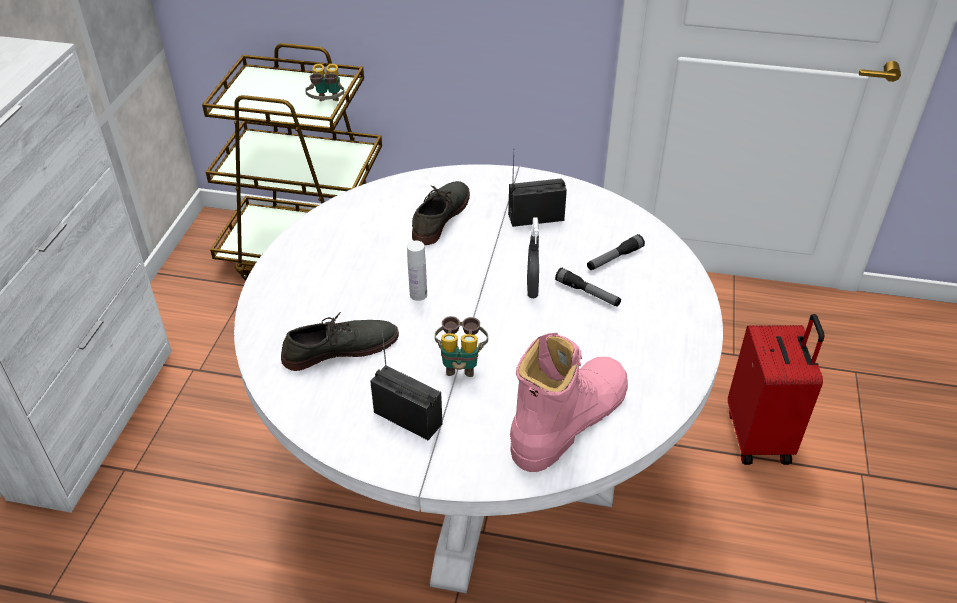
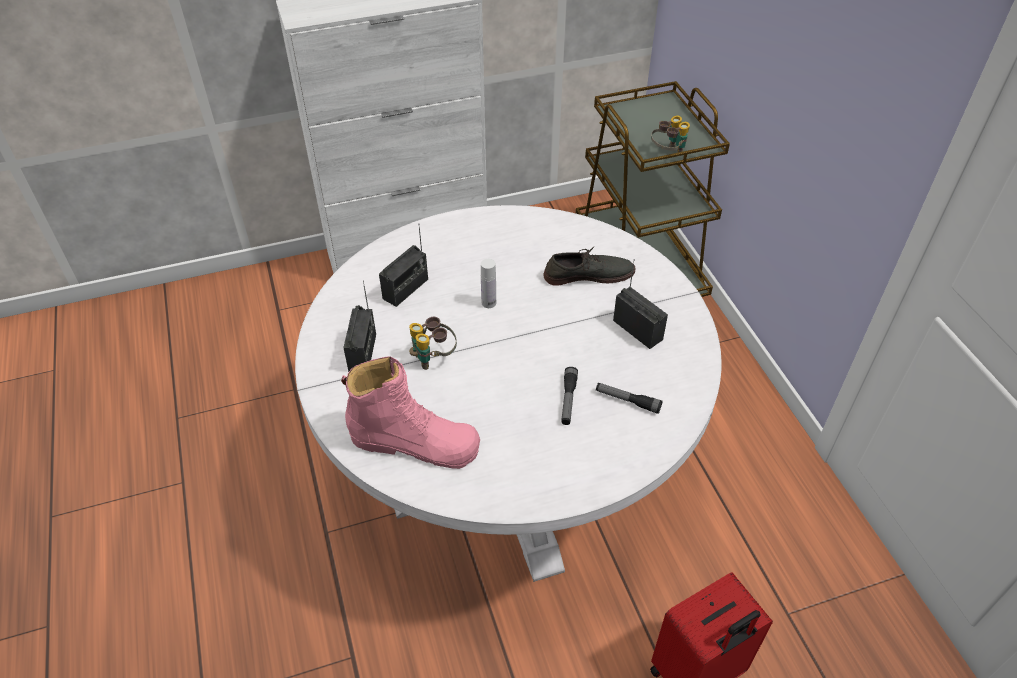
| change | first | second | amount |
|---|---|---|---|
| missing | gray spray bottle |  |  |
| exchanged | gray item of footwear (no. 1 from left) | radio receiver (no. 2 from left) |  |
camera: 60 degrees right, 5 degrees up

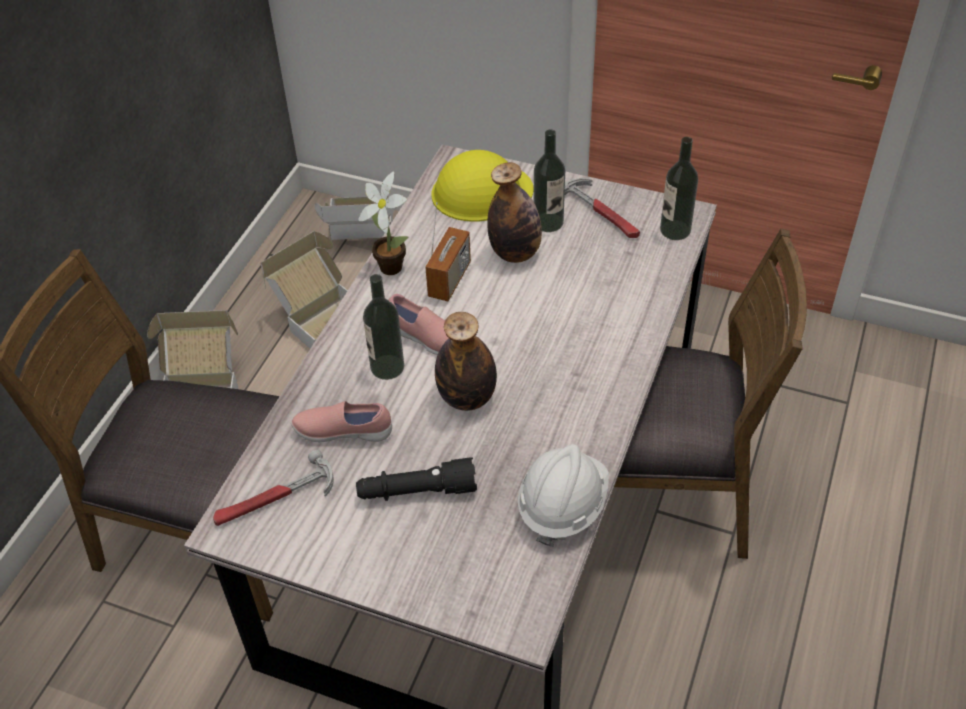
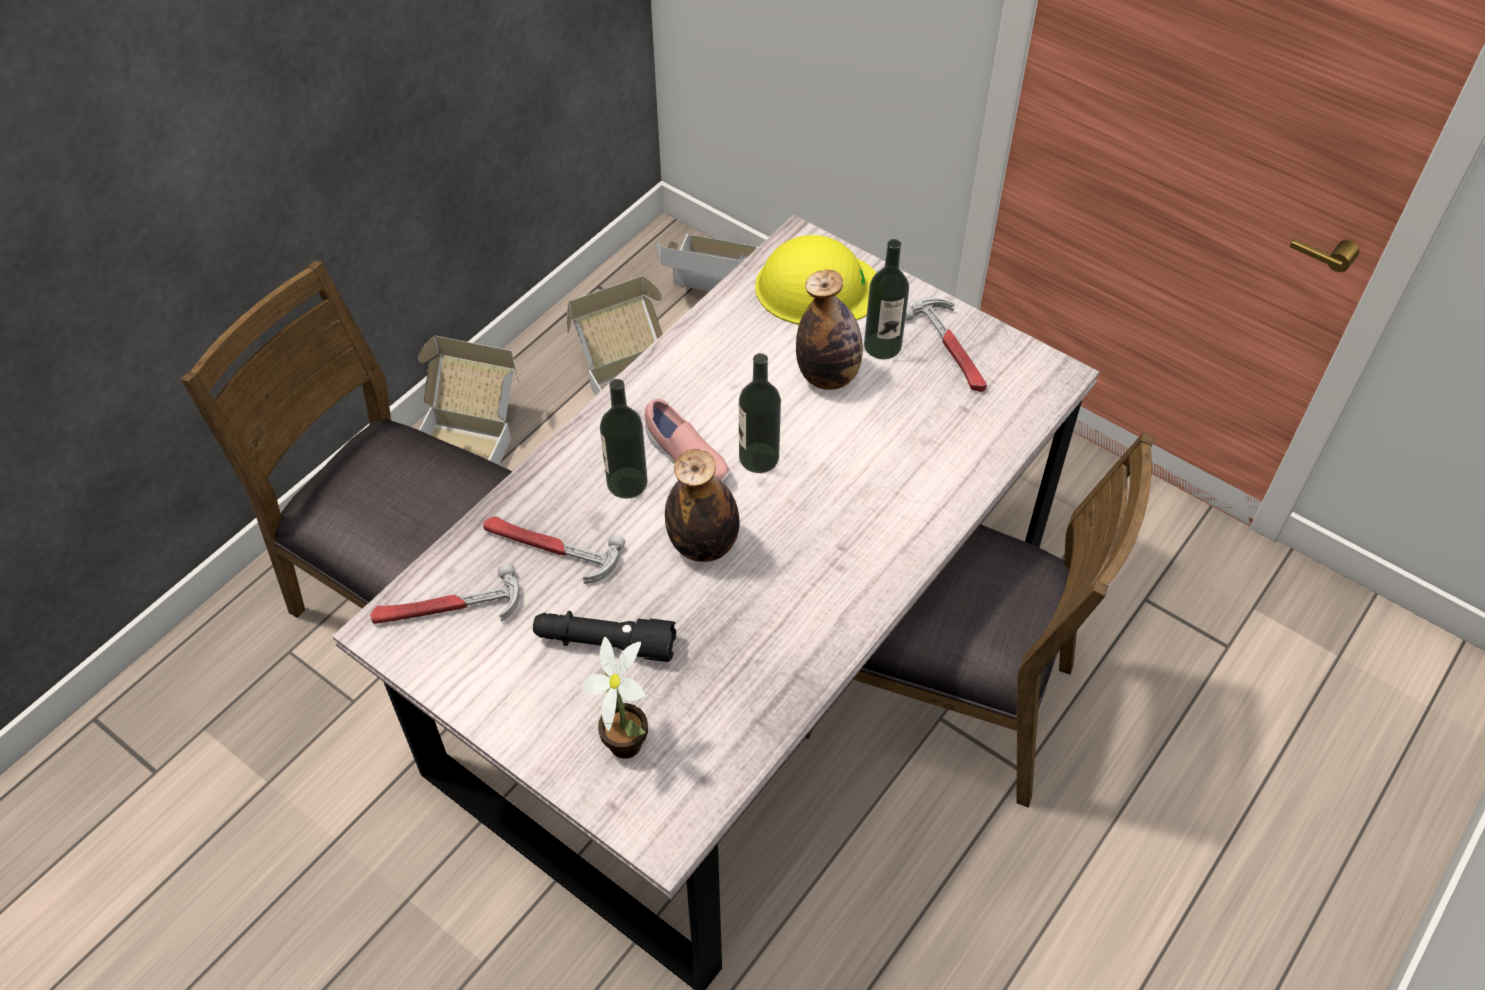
| change | first | second | amount |
|---|---|---|---|
| missing | radio receiver |  |  |
| missing | white work helmet |  |  |
| relocated | plant in a pot |  |  |
| relocated | beverage bottle (no. 5 from left in the first image) | beverage bottle (no. 3 from left) |  |
| exchanged | pinkish item of footwear (no. 1 from left) | hand hammer (no. 2 from left) |  |
camera: 15 degrees right, 5 degrees up

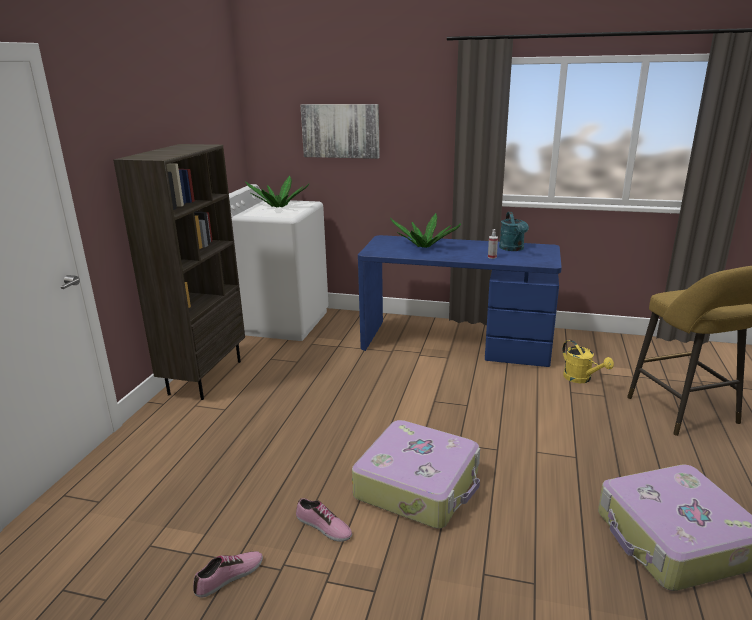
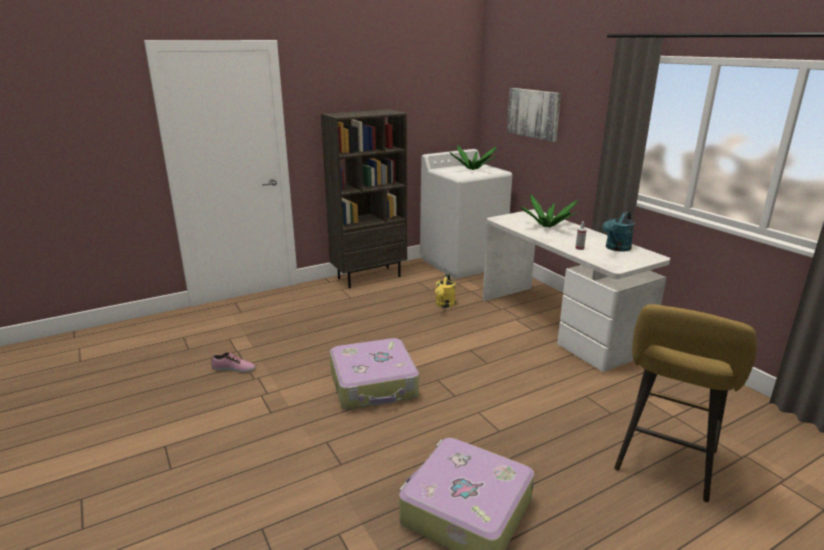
| change | first | second | amount |
|---|---|---|---|
| missing | item of footwear (no. 2 from left) |  |  |
| relocated | yellow watering pot |  |  |
| colour | bluish desk unit | white desk unit |  |
camera: 45 degrees right, 0 degrees up

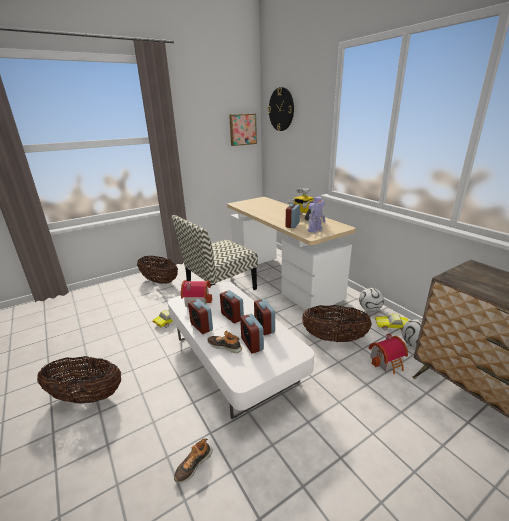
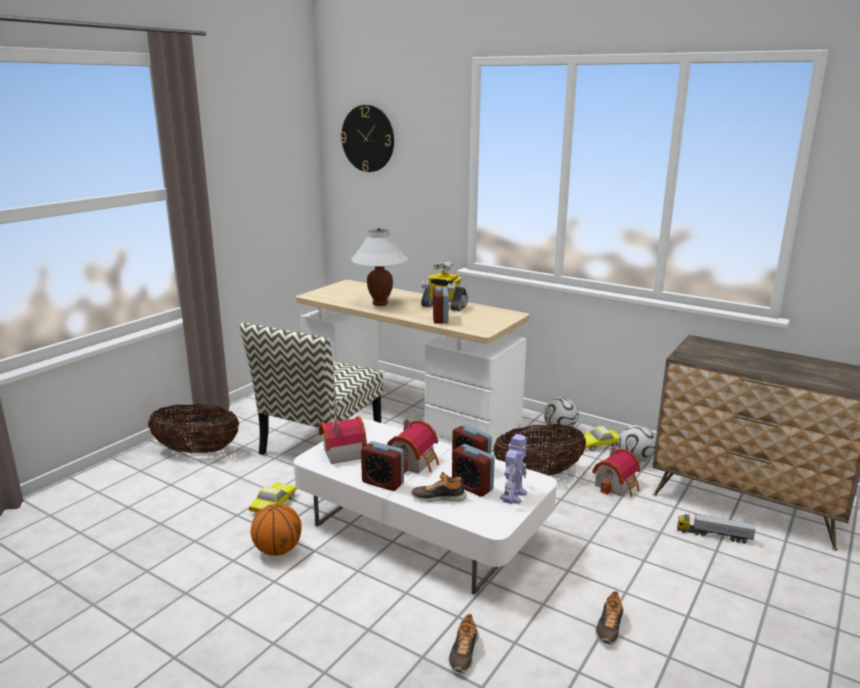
| change | first | second | amount |
|---|---|---|---|
| missing | household basket (no. 1 from left) |  |  |
| missing | wall art |  |  |
| appeared |  | ball for basketball |  |
| appeared |  | white tabletop lamp |  |
| appeared |  | item of footwear (no. 3 from left) |  |
| appeared |  | model truck |  |
| relocated | toy robot (no. 2 from left) |  |  |
| exchanged | table clock (no. 2 from left) | toy house (no. 2 from left) |  |
camera: 25 degrees left, 5 degrees down

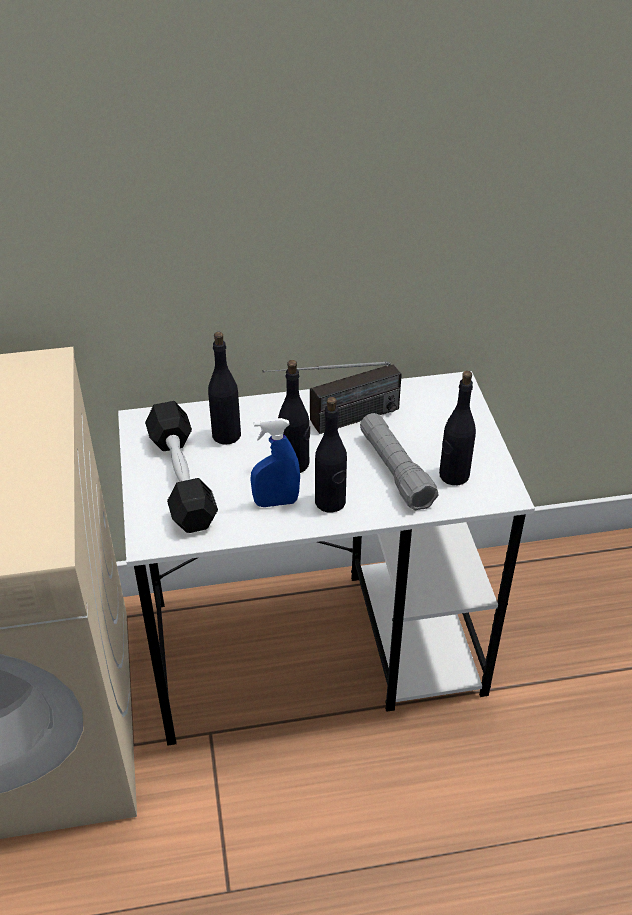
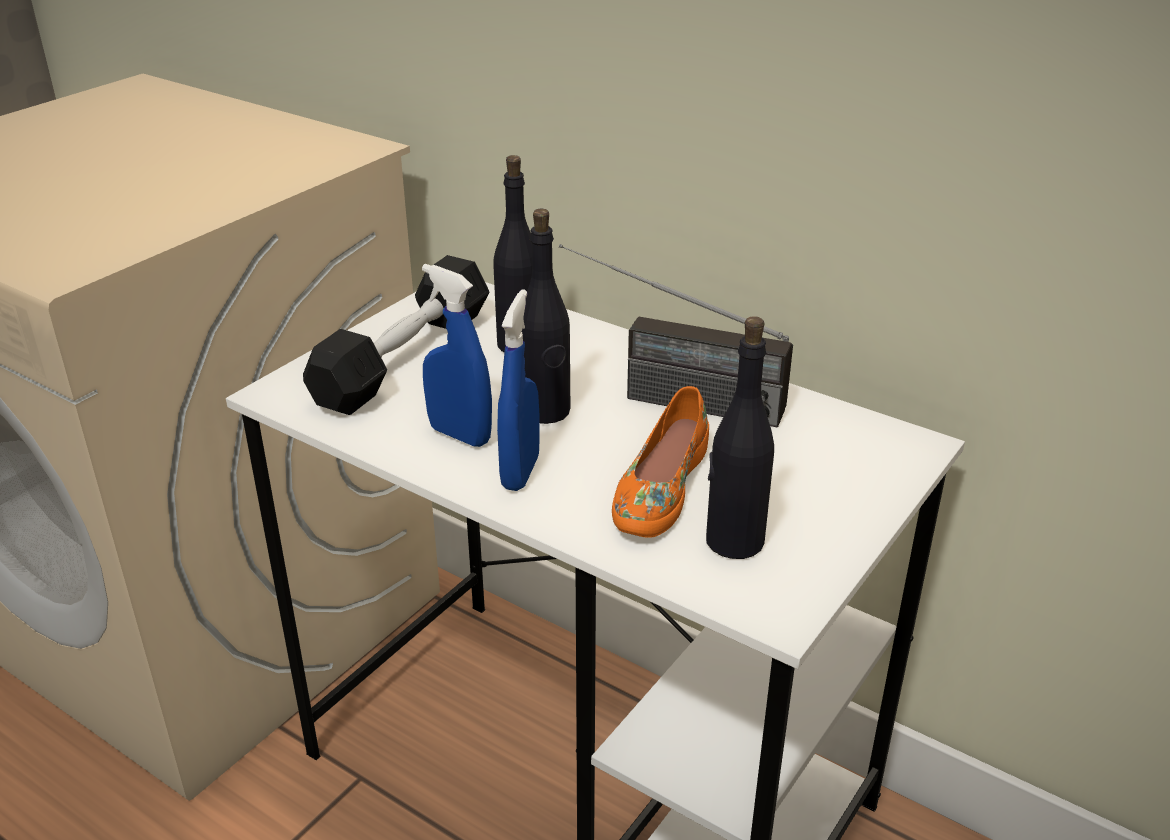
| change | first | second | amount |
|---|---|---|---|
| exchanged | black-coloured beverage bottle (no. 3 from left) | bluish spray bottle (no. 2 from left) |  |
| exchanged | gray hand torch | orange-coloured item of footwear |  |
camera: 45 degrees right, 10 degrees down

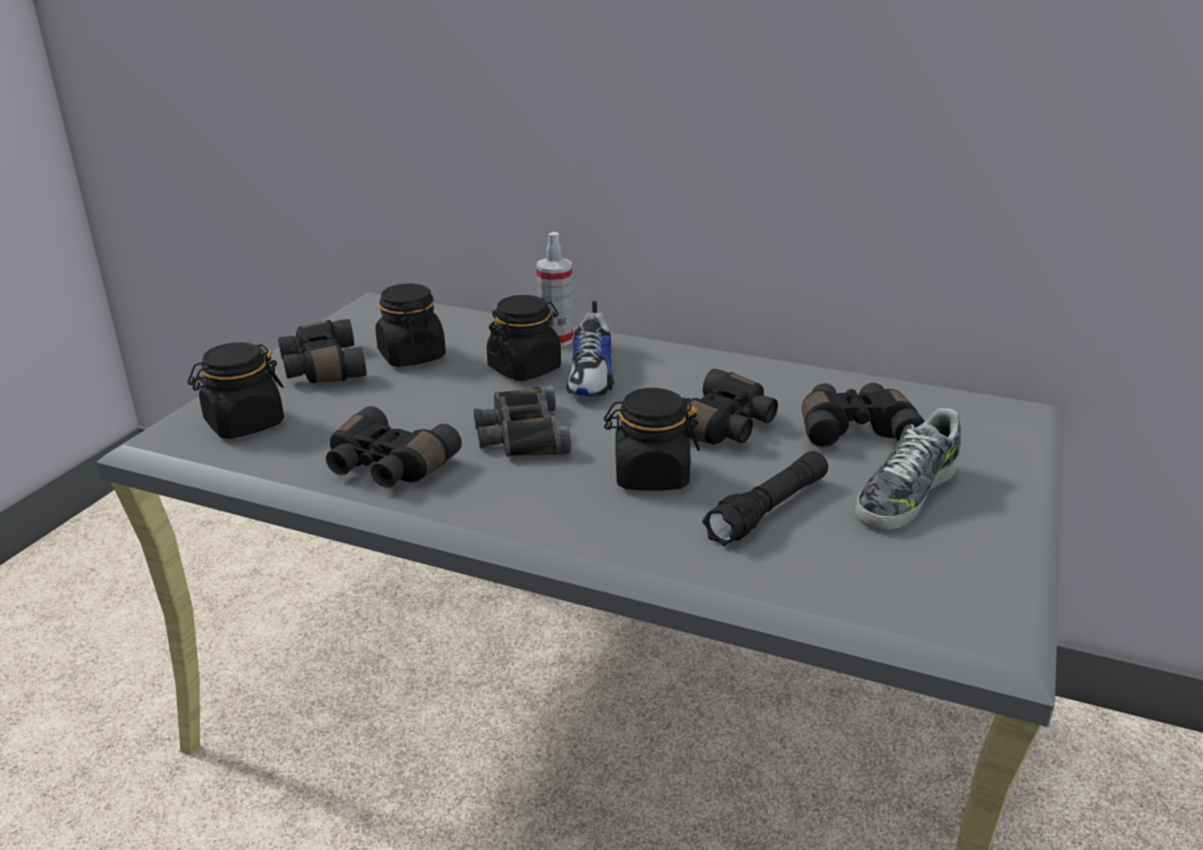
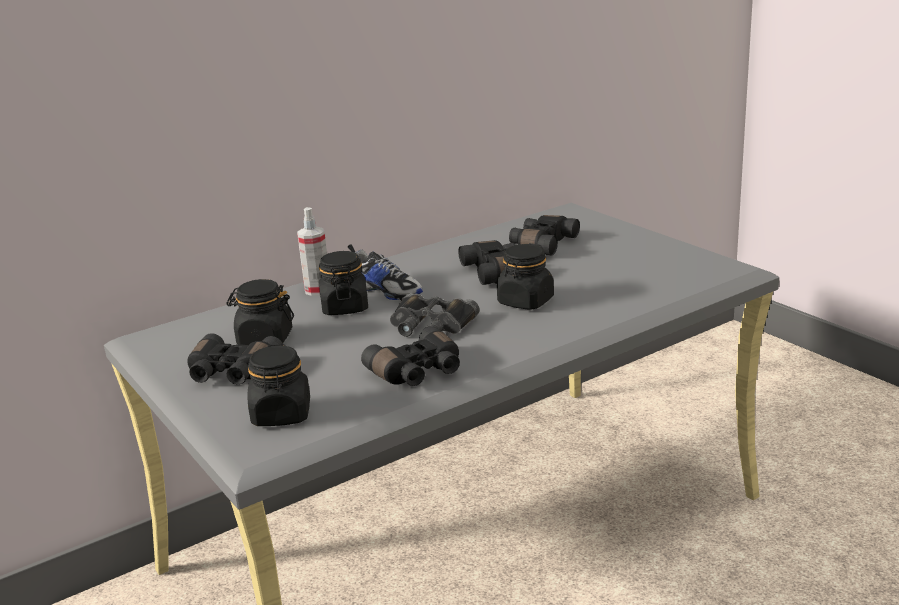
| change | first | second | amount |
|---|---|---|---|
| missing | black-coloured hand torch |  |  |
| missing | item of footwear (no. 2 from left) |  |  |
camera: 55 degrees left, 5 degrees down

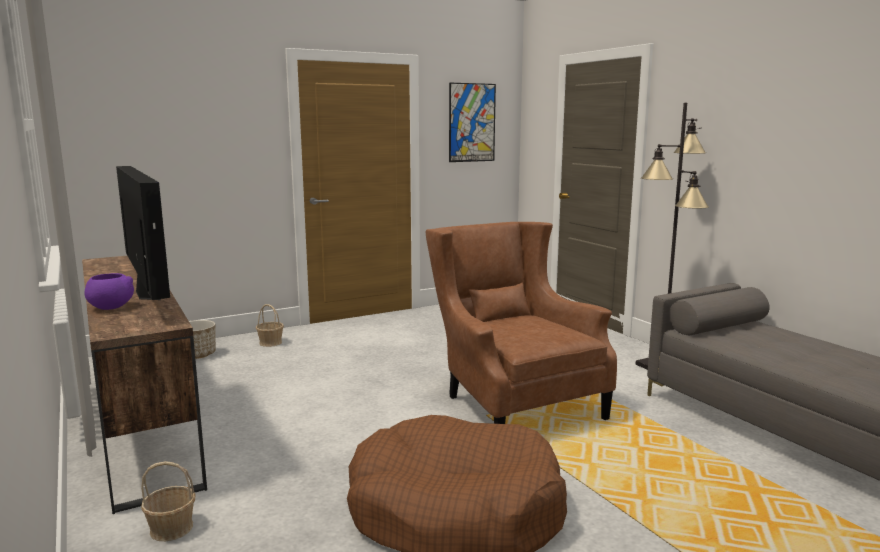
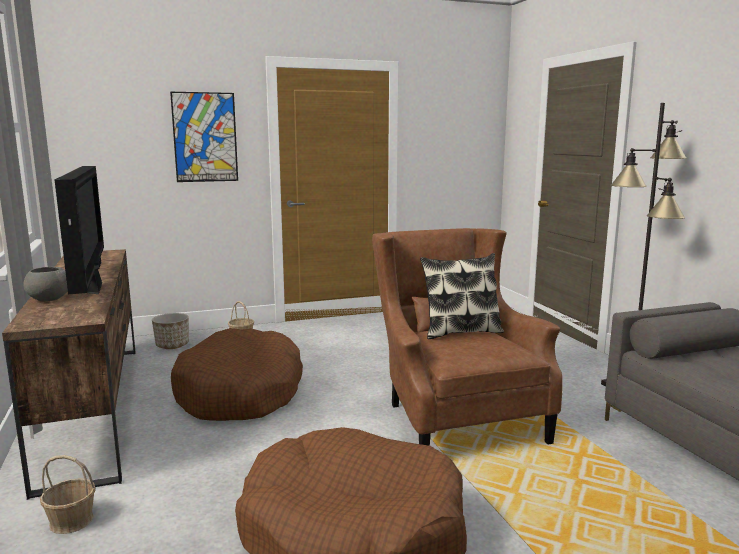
| change | first | second | amount |
|---|---|---|---|
| appeared |  | brown-coloured dog bed (no. 1 from left) |  |
| appeared |  | pillow |  |
| relocated | wall art |  |  |
| colour | purple deep dish | gray deep dish |  |
camera: 10 degrees right, 0 degrees up

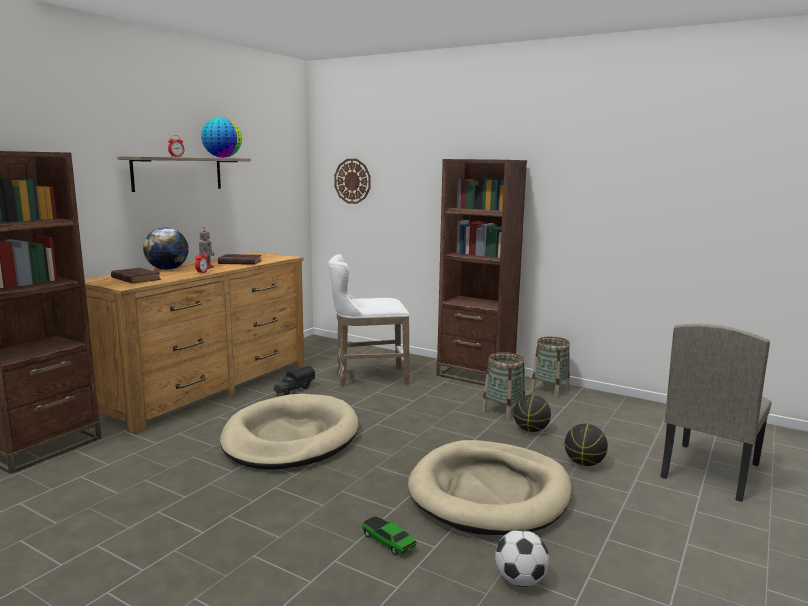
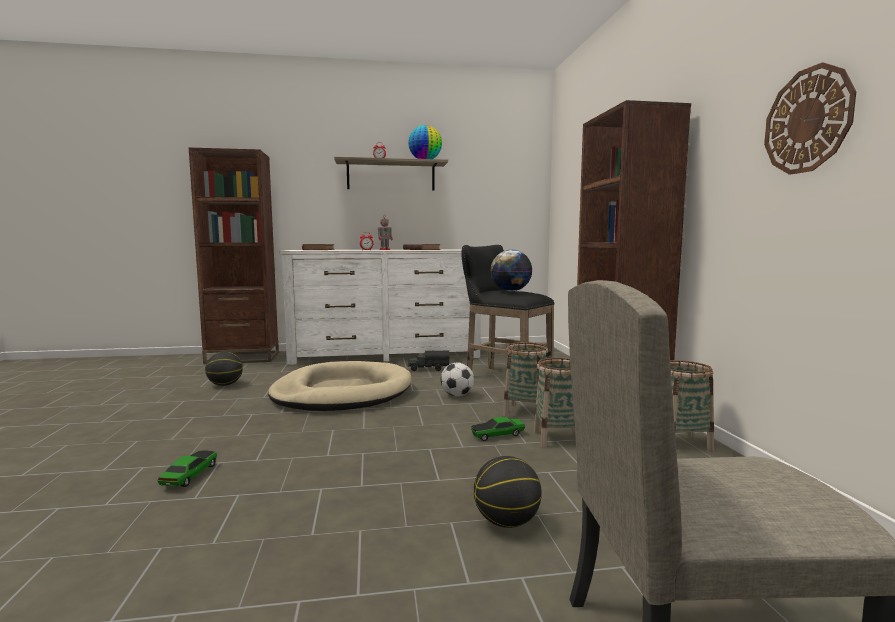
| change | first | second | amount |
|---|---|---|---|
| missing | beige-coloured dog bed (no. 2 from left) |  |  |
| appeared |  | toy car (no. 2 from left) |  |
| appeared |  | household basket (no. 1 from left) |  |
| relocated | globe (no. 1 from left in the first image) | globe (no. 2 from left) |  |
| relocated | hanging clock |  |  |
| relocated | football ball |  |  |
| relocated | ball for basketball (no. 1 from left) |  |  |
| colour | brown-coloured drawer chest | white drawer chest |  |
| colour | white stool | black-coloured stool |  |
camera: 50 degrees right, 5 degrees down

